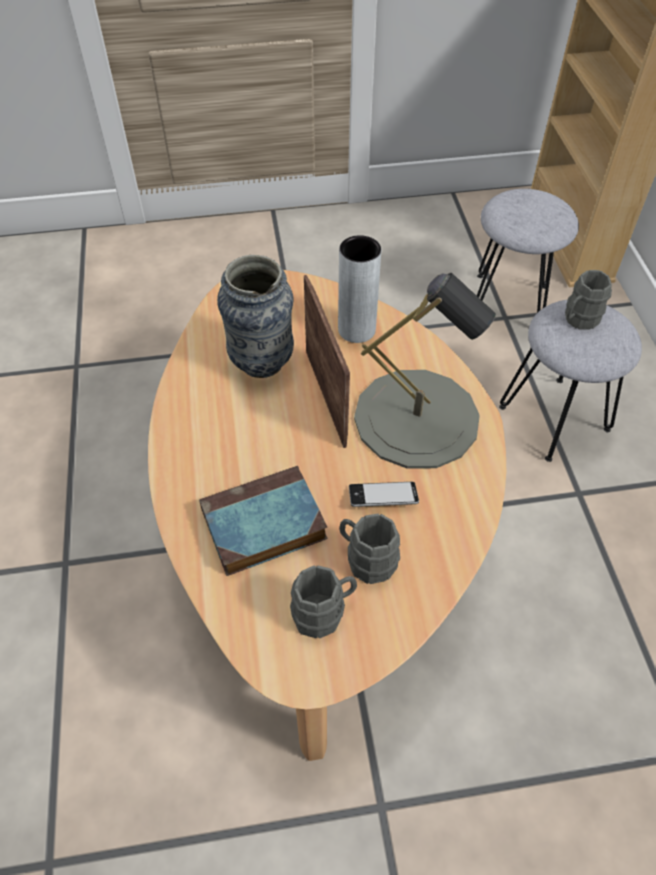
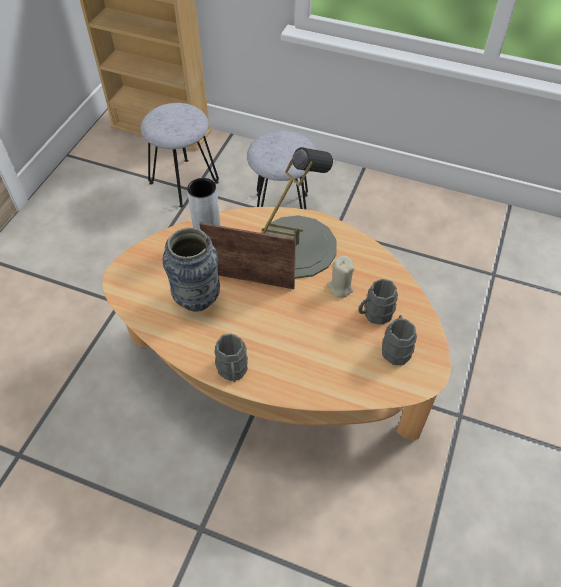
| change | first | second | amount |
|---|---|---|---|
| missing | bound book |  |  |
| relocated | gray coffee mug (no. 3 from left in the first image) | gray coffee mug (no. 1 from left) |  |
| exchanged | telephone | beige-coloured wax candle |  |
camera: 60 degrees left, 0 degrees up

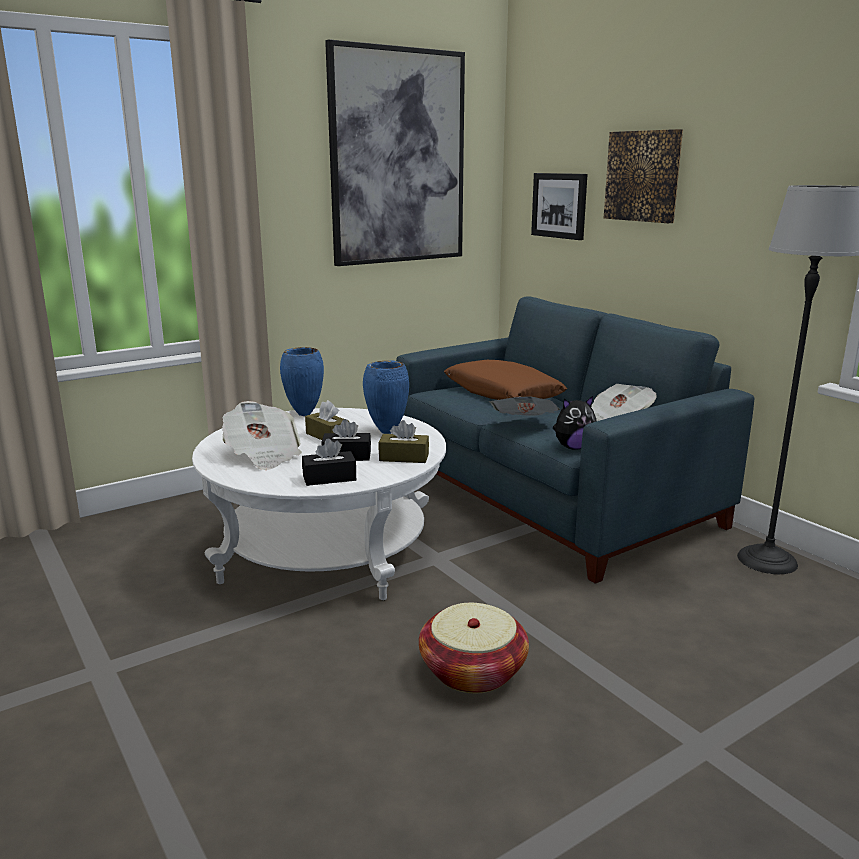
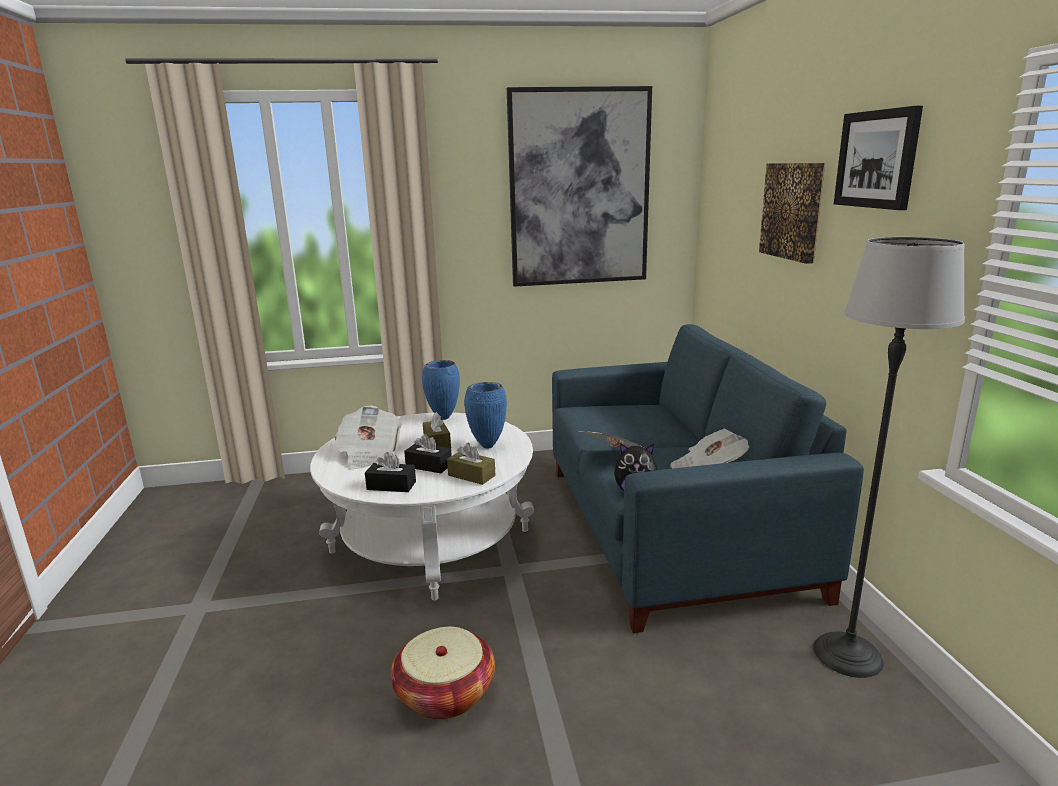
| change | first | second | amount |
|---|---|---|---|
| missing | brown-coloured pillow |  |  |
| relocated | wall art (no. 2 from left in the first image) | wall art (no. 3 from left) |  |
camera: 25 degrees right, 0 degrees up

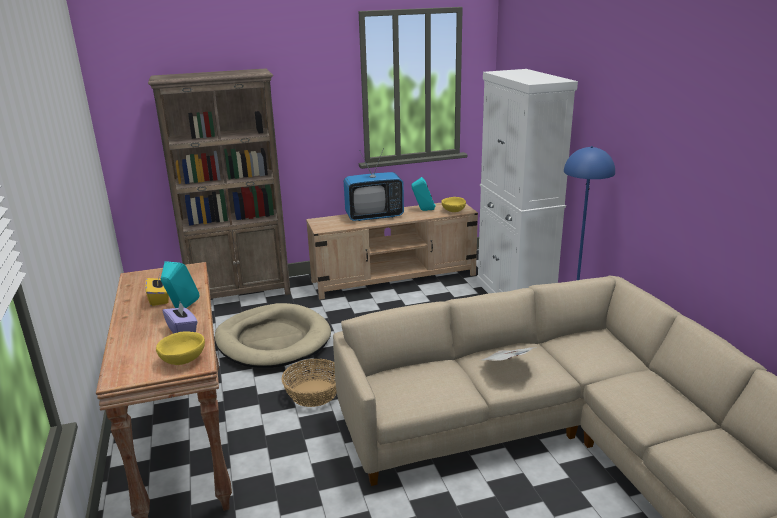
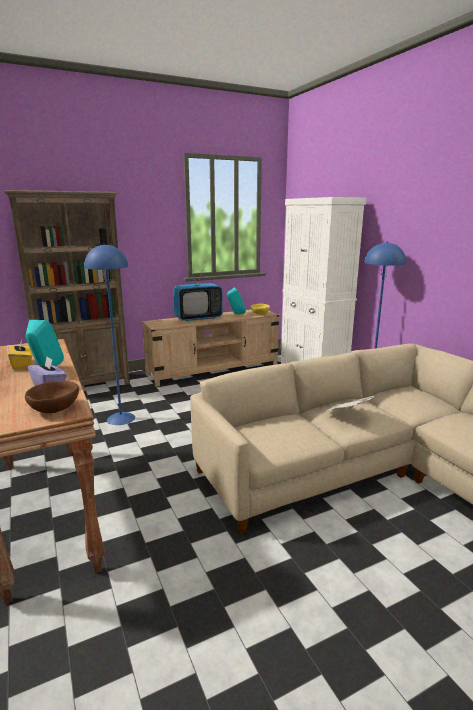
| change | first | second | amount |
|---|---|---|---|
| missing | household basket |  |  |
| exchanged | beige-coloured dog bed | bluish standing lamp (no. 1 from left) |  |
| colour | yellow deep dish (no. 1 from left) | brown-coloured deep dish |  |
camera: 10 degrees left, 5 degrees down

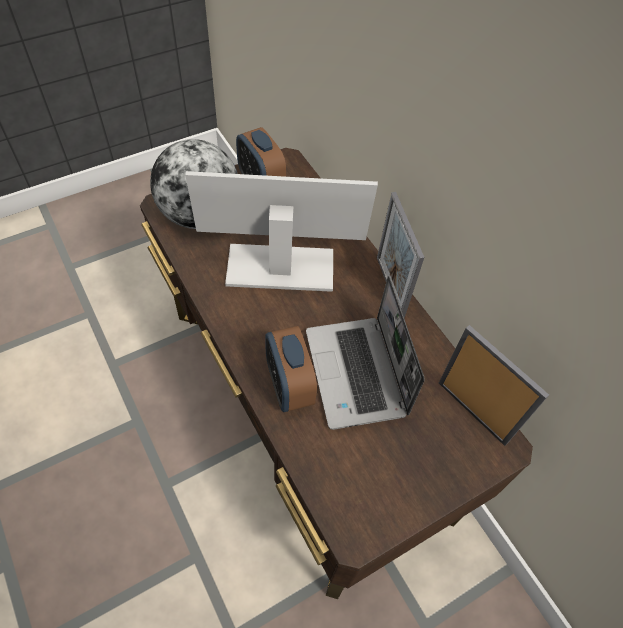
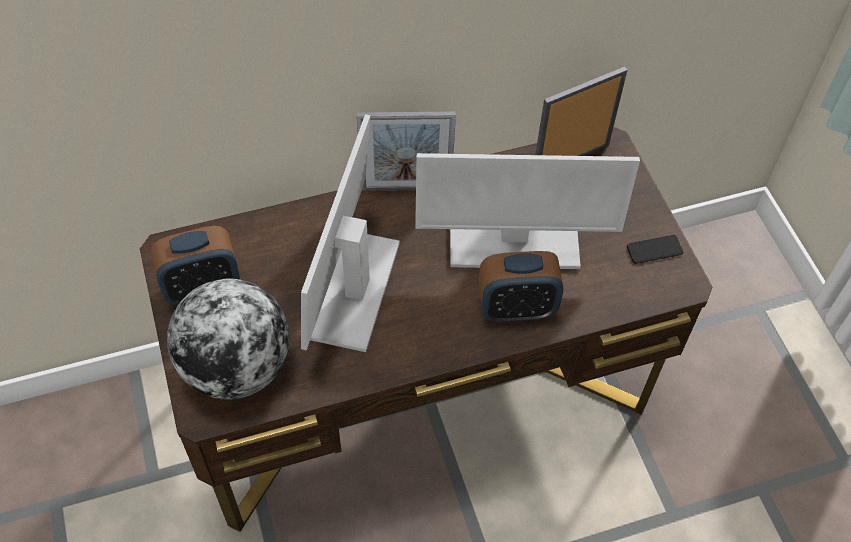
| change | first | second | amount |
|---|---|---|---|
| appeared |  | telephone |  |
| exchanged | laptop | monitor (no. 2 from left) |  |
camera: 75 degrees left, 0 degrees up

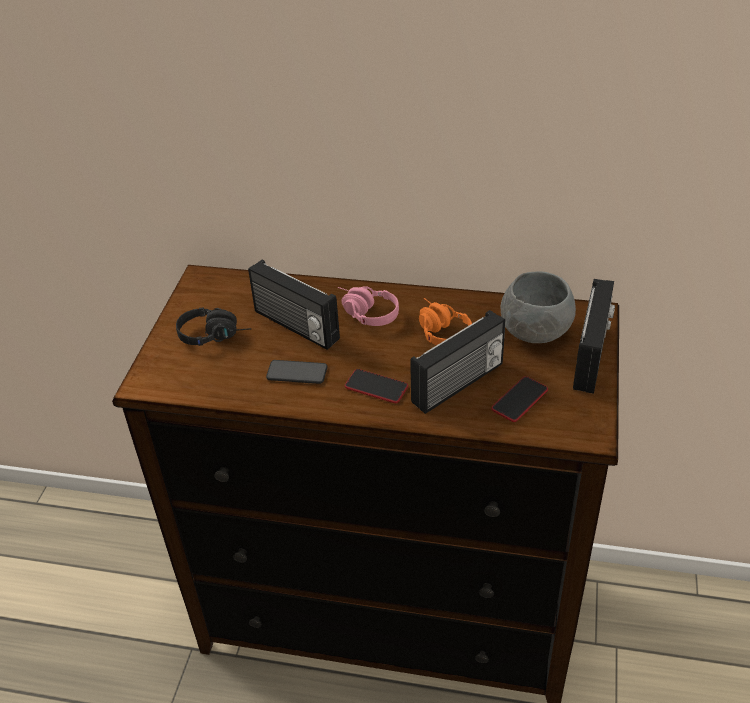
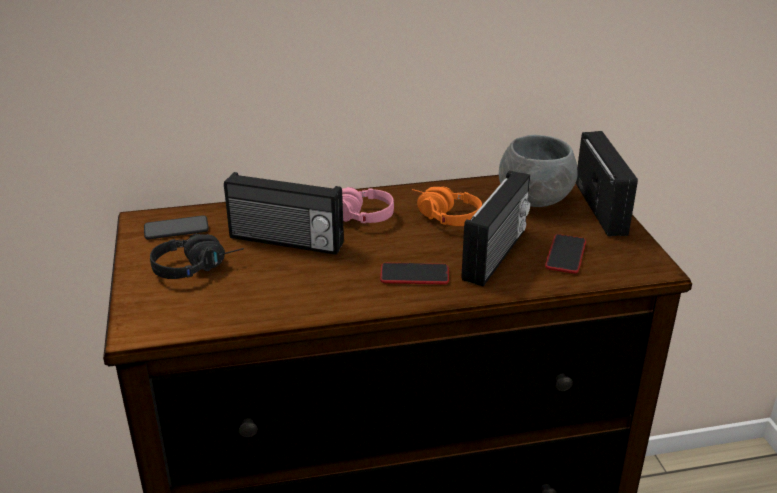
| change | first | second | amount |
|---|---|---|---|
| relocated | telephone (no. 1 from left) |  |  |
camera: 25 degrees left, 10 degrees down

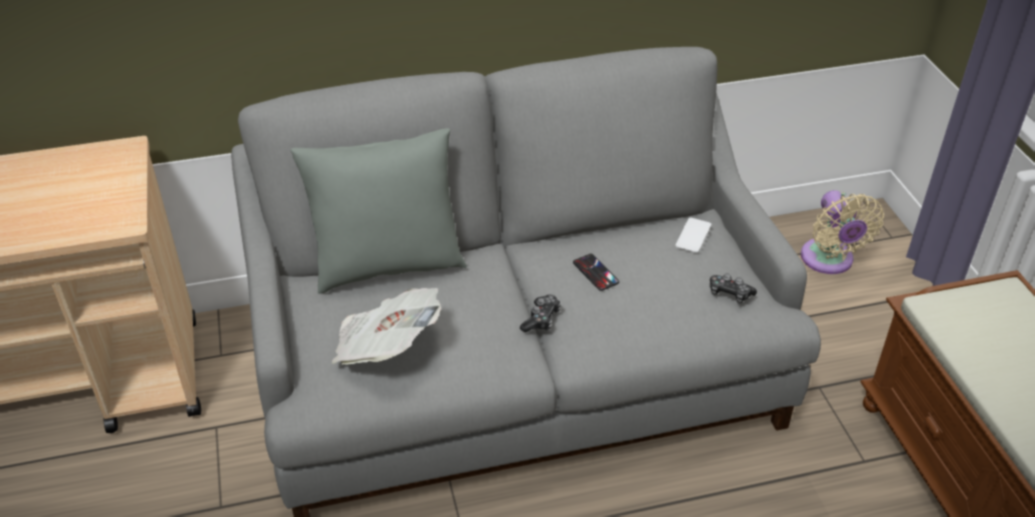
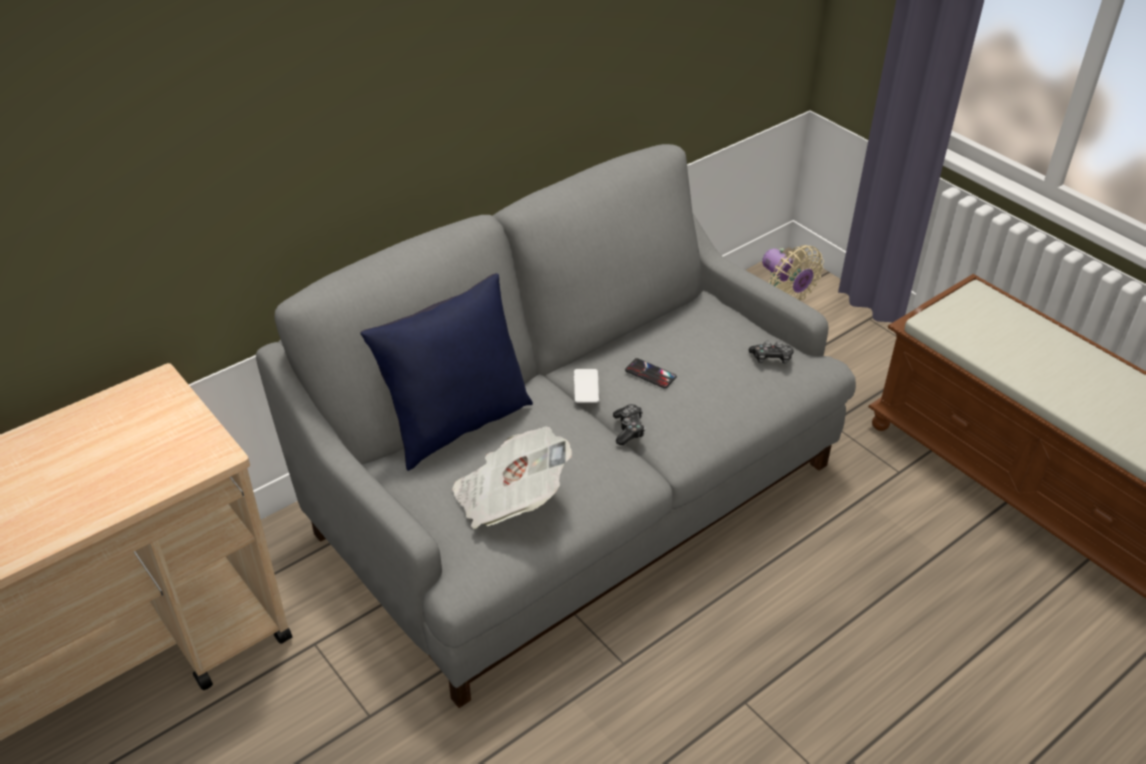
| change | first | second | amount |
|---|---|---|---|
| relocated | telephone (no. 2 from left in the first image) | telephone (no. 1 from left) |  |
| colour | gray pillow | bluish pillow |  |
camera: 25 degrees left, 0 degrees up

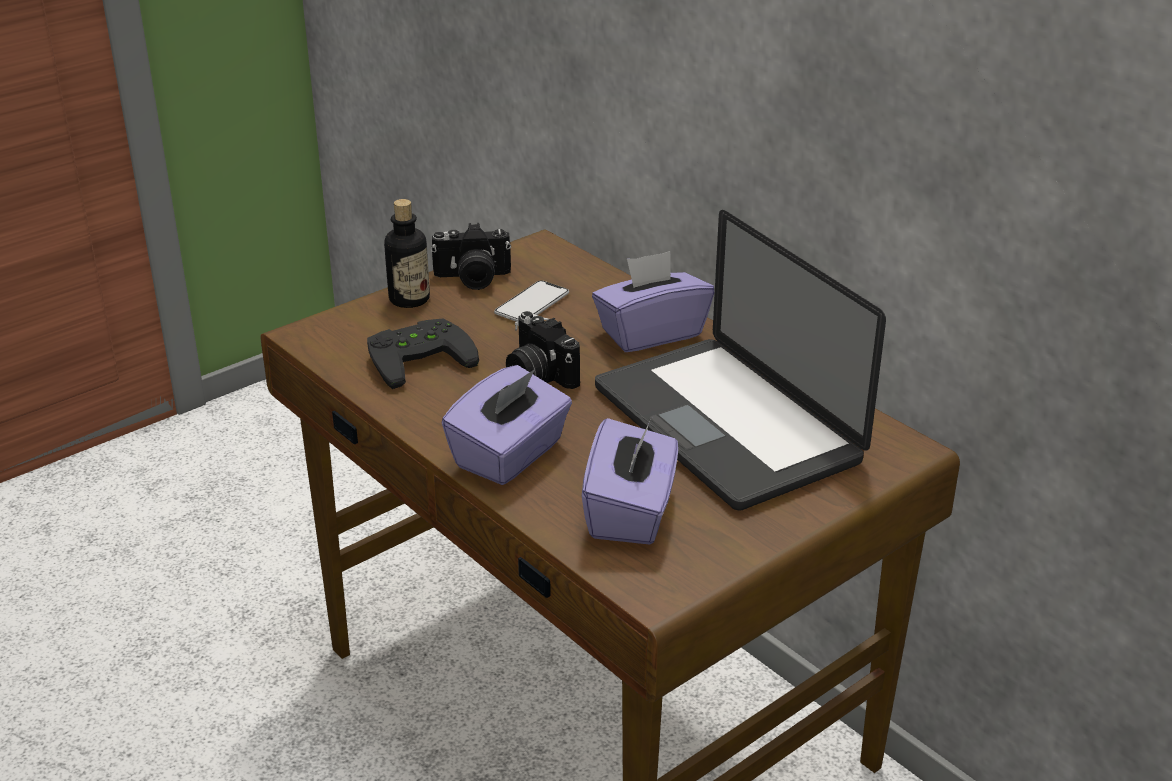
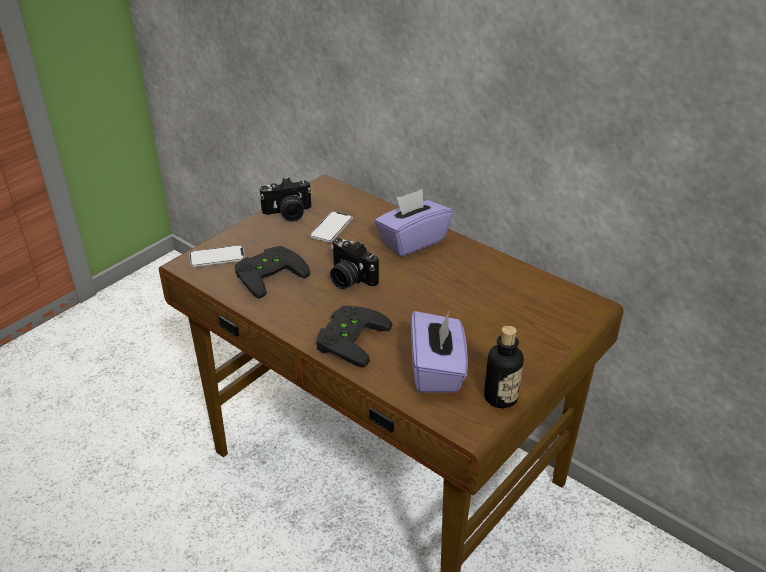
| change | first | second | amount |
|---|---|---|---|
| missing | laptop |  |  |
| appeared |  | telephone (no. 1 from left) |  |
| relocated | beverage bottle |  |  |
| exchanged | purple box of tissues (no. 1 from left) | black-coloured gamepad (no. 2 from left) |  |
camera: 10 degrees left, 5 degrees up

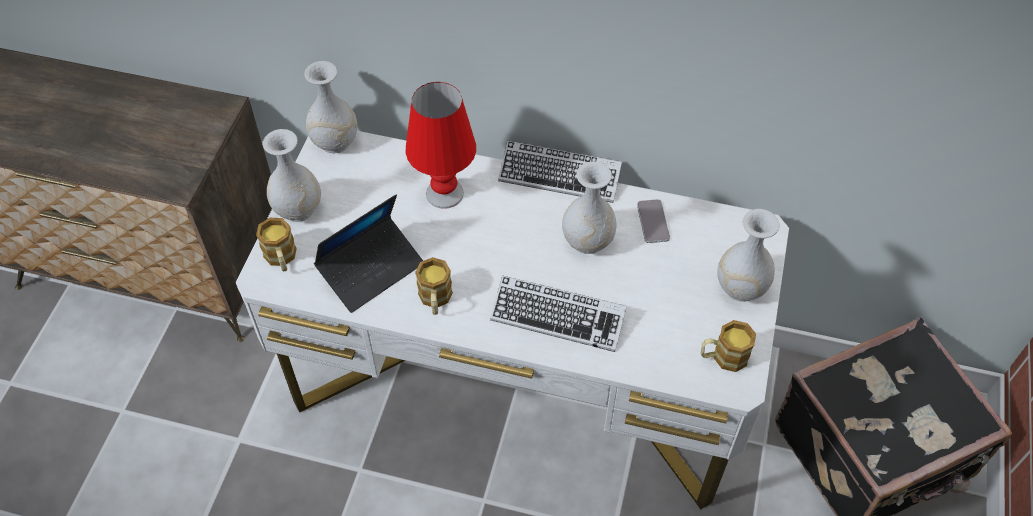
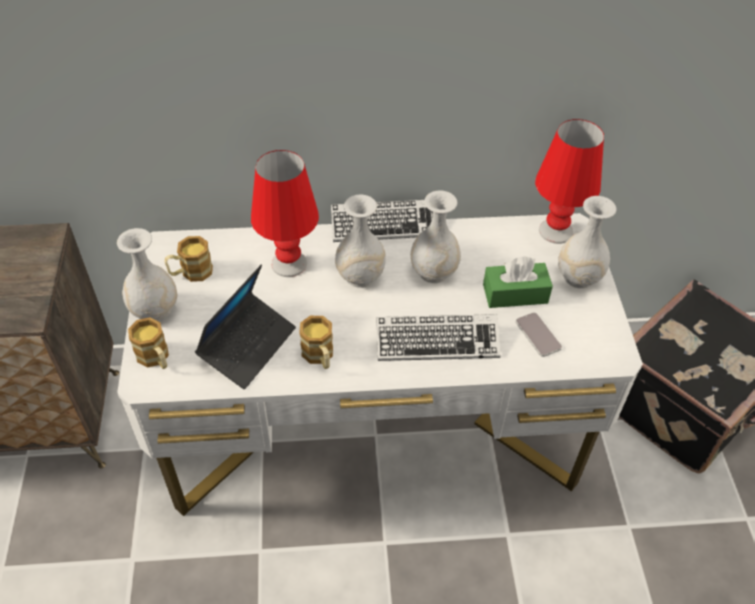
| change | first | second | amount |
|---|---|---|---|
| appeared |  | green-coloured box of tissues |  |
| appeared |  | red tabletop lamp (no. 2 from left) |  |
| relocated | white flower vase (no. 2 from left) |  |  |
| relocated | telephone |  |  |
| relocated | coffee mug (no. 3 from left in the first image) | coffee mug (no. 2 from left) |  |
camera: 20 degrees left, 5 degrees down

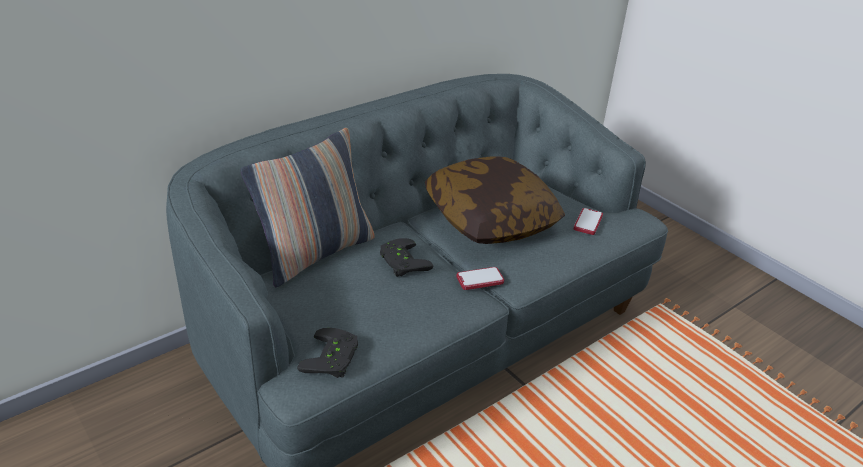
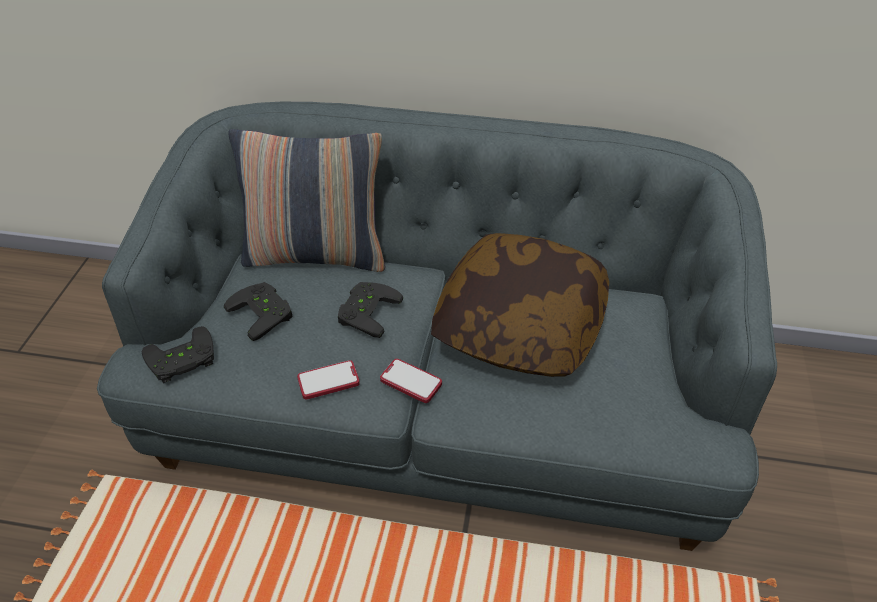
| change | first | second | amount |
|---|---|---|---|
| appeared |  | black-coloured gamepad (no. 2 from left) |  |
| relocated | telephone (no. 2 from left in the first image) | telephone (no. 1 from left) |  |
camera: 50 degrees right, 10 degrees up

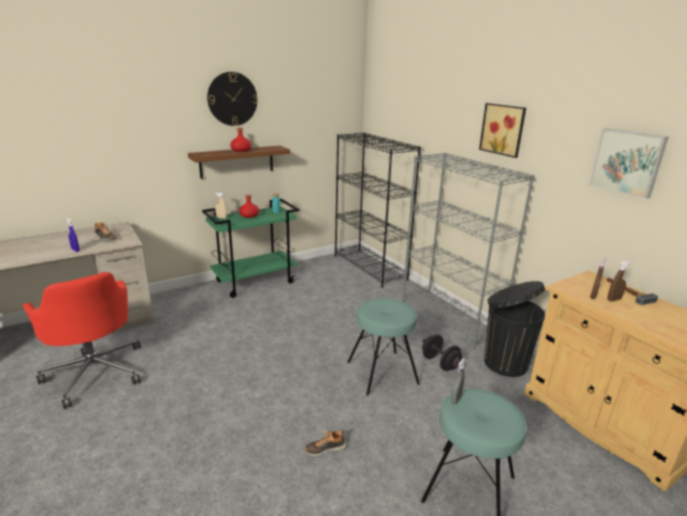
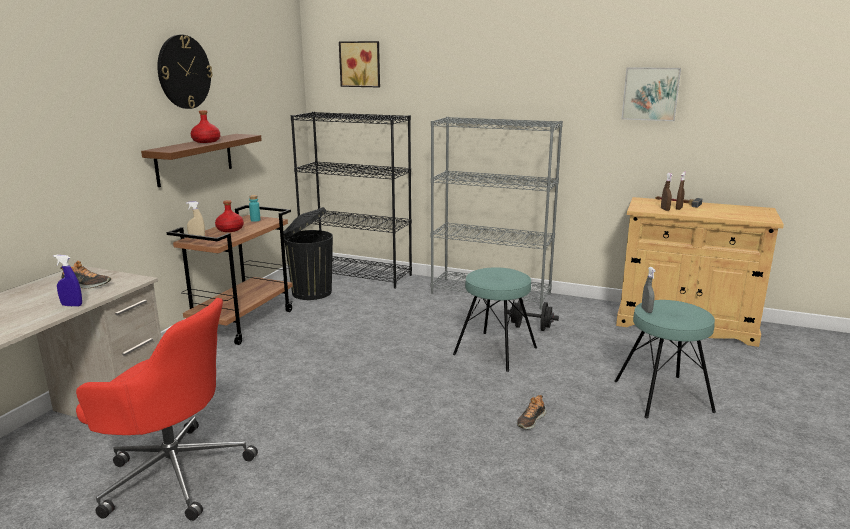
| change | first | second | amount |
|---|---|---|---|
| relocated | wall art (no. 1 from left) |  |  |
| relocated | black-coloured waste bin |  |  |
| colour | green-coloured wheeled cart | brown-coloured wheeled cart |  |
camera: 35 degrees left, 5 degrees down

